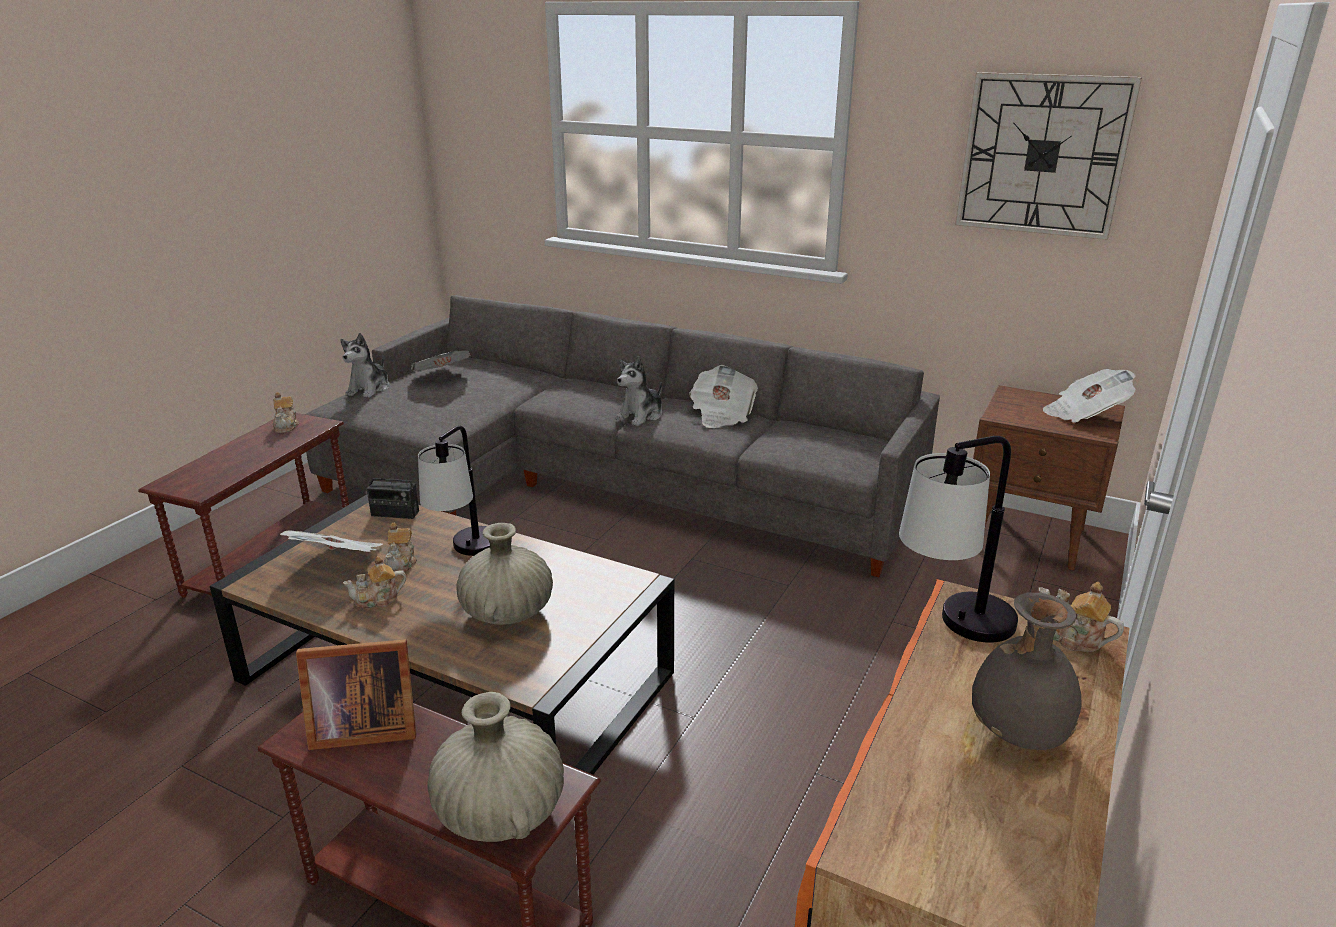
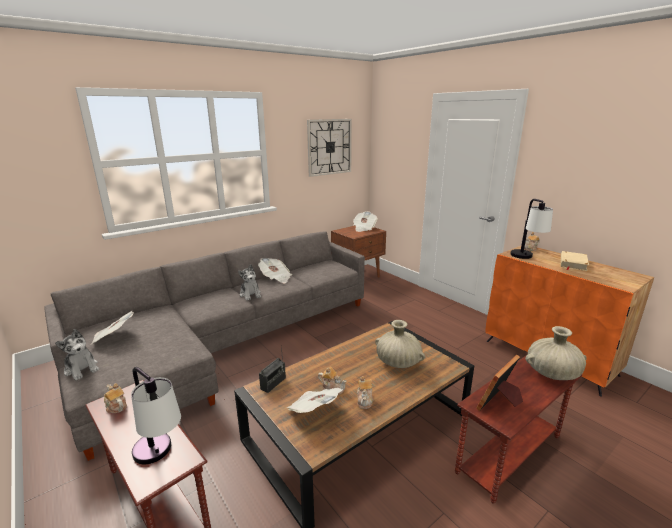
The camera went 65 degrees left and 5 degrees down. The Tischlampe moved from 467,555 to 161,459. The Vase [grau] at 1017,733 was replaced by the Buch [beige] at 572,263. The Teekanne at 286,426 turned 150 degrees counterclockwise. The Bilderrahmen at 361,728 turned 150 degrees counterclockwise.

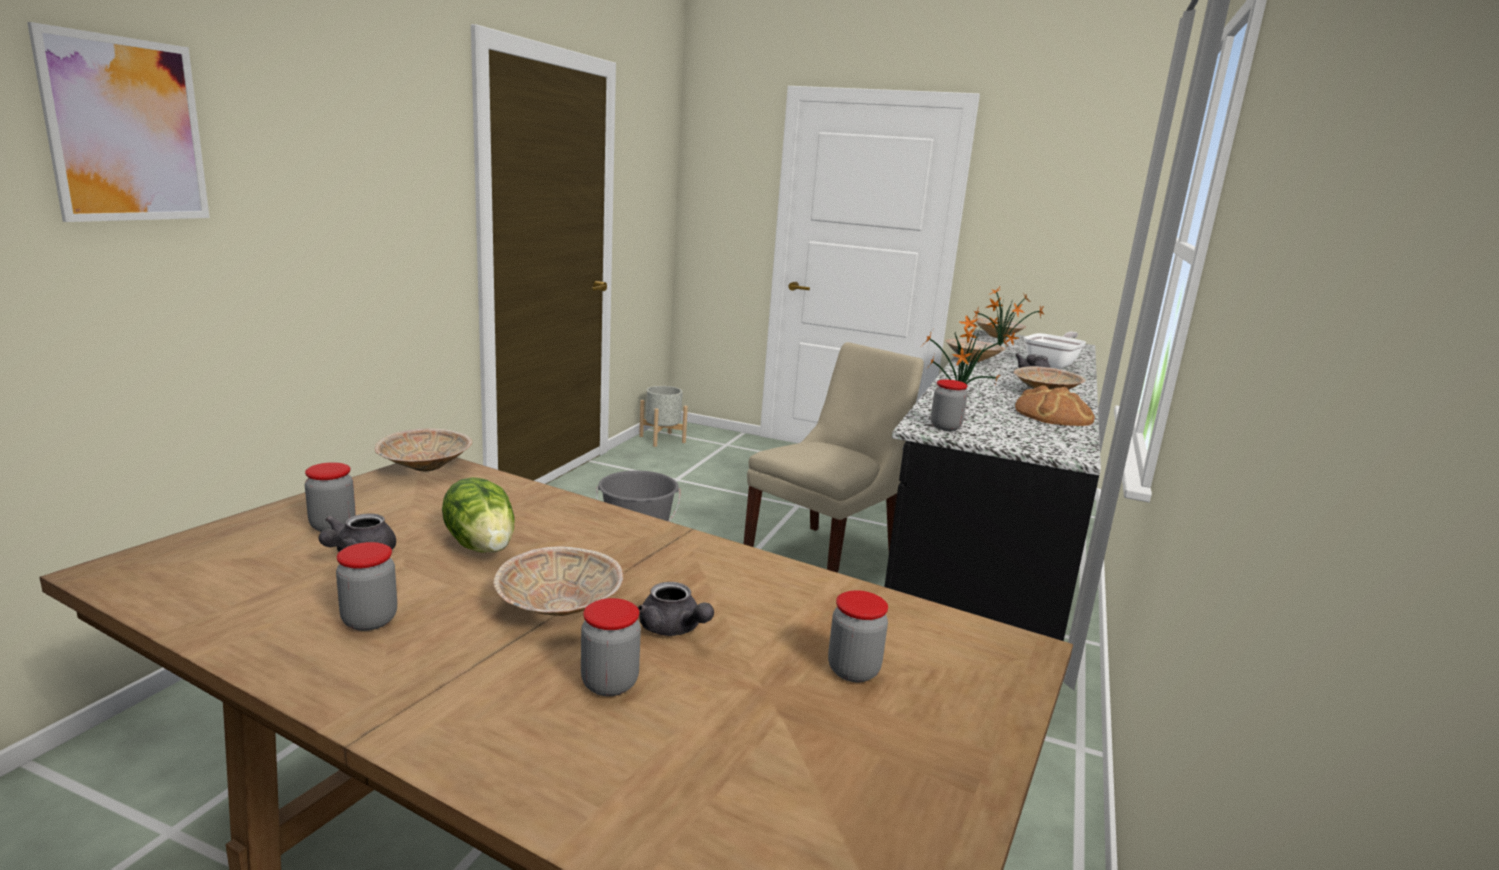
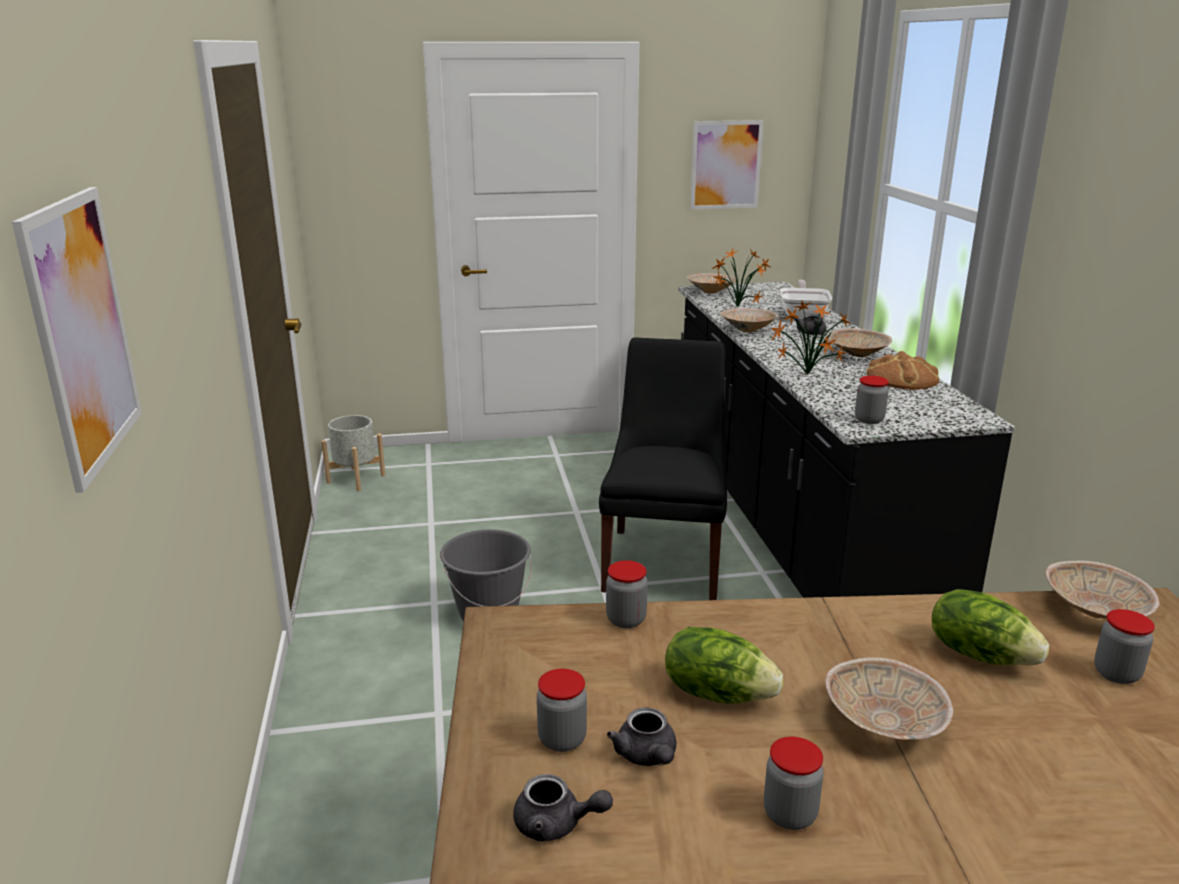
The camera went 30 degrees left and 5 degrees up. The Bild at 726,165 appeared. The Salatkopf at 980,654 appeared. The Schüssel [beige] moved from 424,468 to 1096,613. The Vorratsglas moved from 609,683 to 626,620. The Teekanne [grau] moved from 673,629 to 556,825. The Stuhl [beige] at 824,559 became the Stuhl [schwarz] at 664,561.

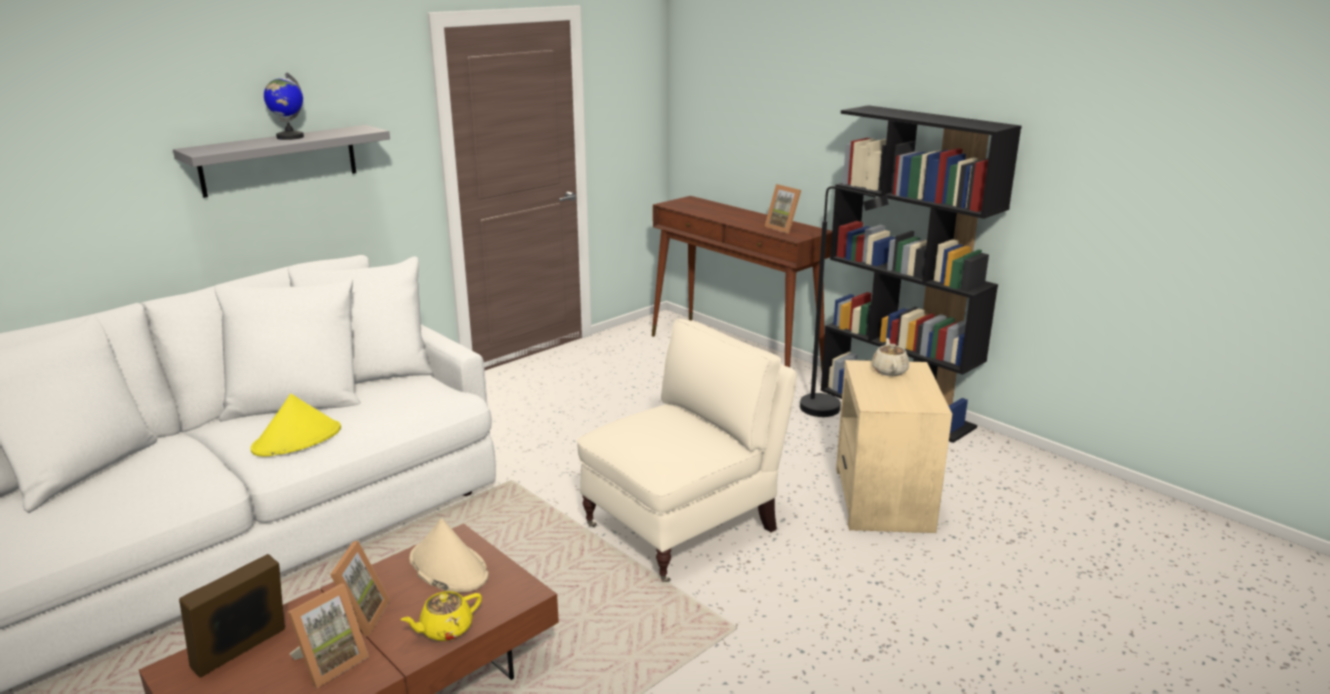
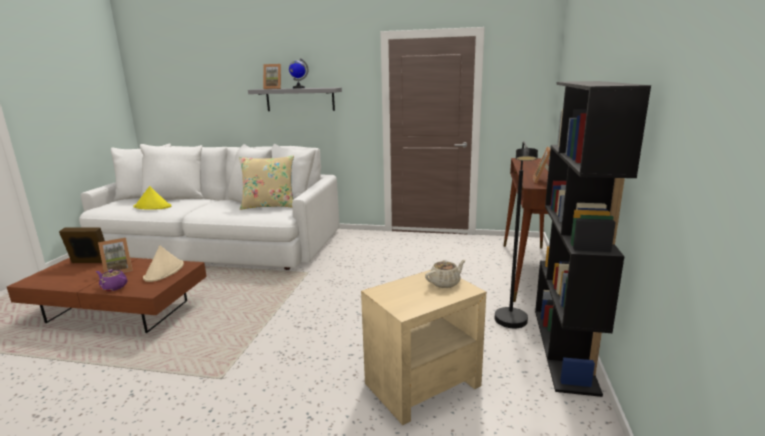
The camera went 55 degrees right and 5 degrees down. The Sessel [beige] at 685,527 disappeared. The Kissen [beige] at 269,206 appeared. The Hut [gelb] moved from 297,439 to 153,207. The Bilderrahmen moved from 330,662 to 274,88. The Teekanne [gelb] at 445,629 became the Teekanne [lila] at 114,287.

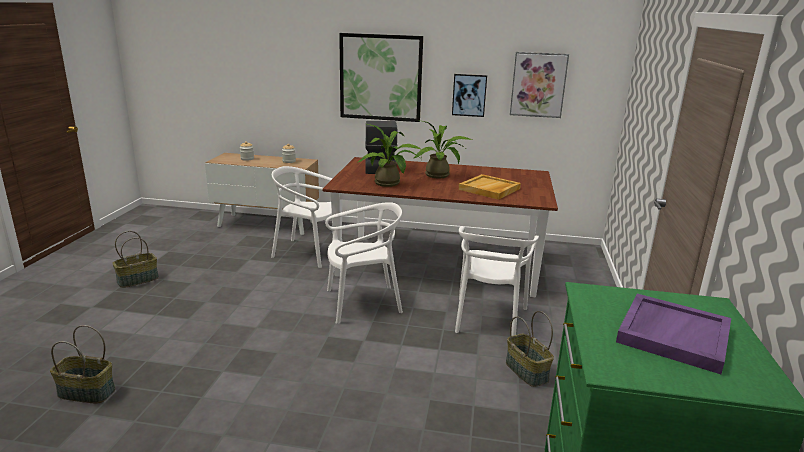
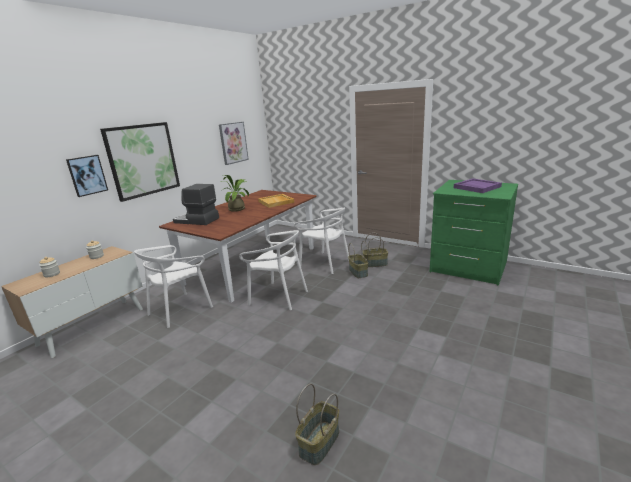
The camera went 65 degrees left and 0 degrees up. The Topfpflanze at 389,184 disappeared. The Korb moved from 138,279 to 358,272. The Bild moved from 469,95 to 87,175. The Stuhl [weiß] at 362,303 turned 105 degrees clockwise.

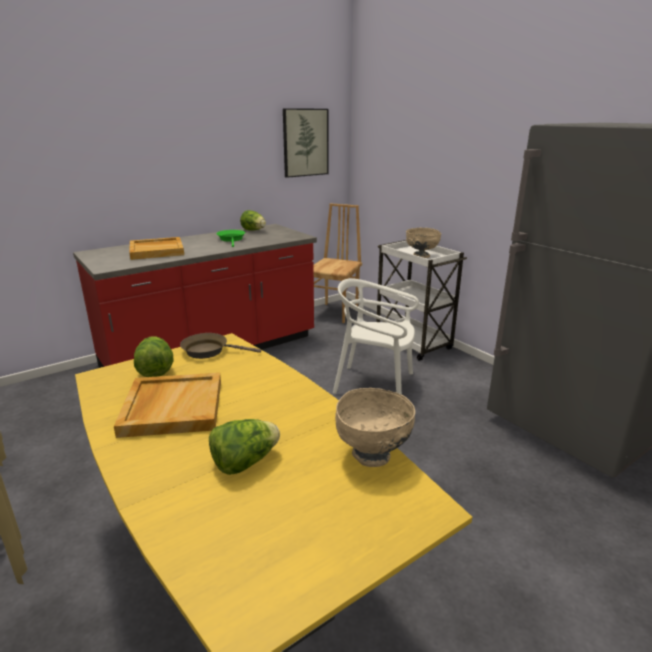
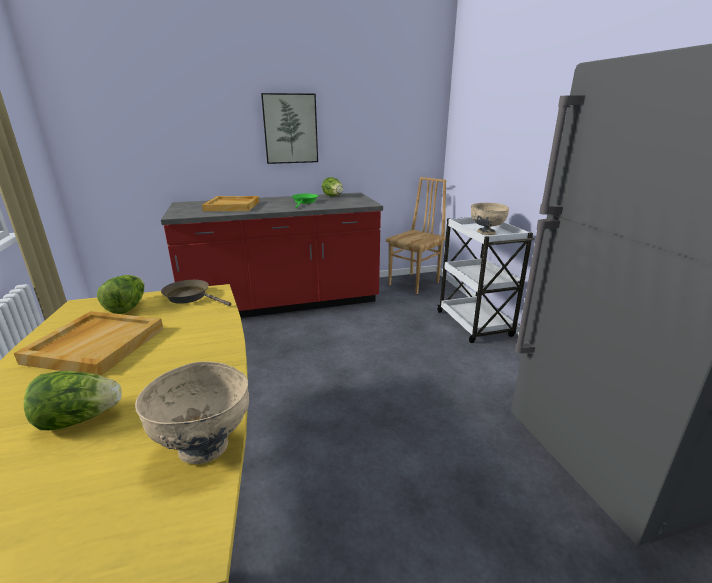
The camera went 20 degrees right and 0 degrees up. The Stuhl [weiß] at 375,385 disappeared. The Bild moved from 305,142 to 290,129.

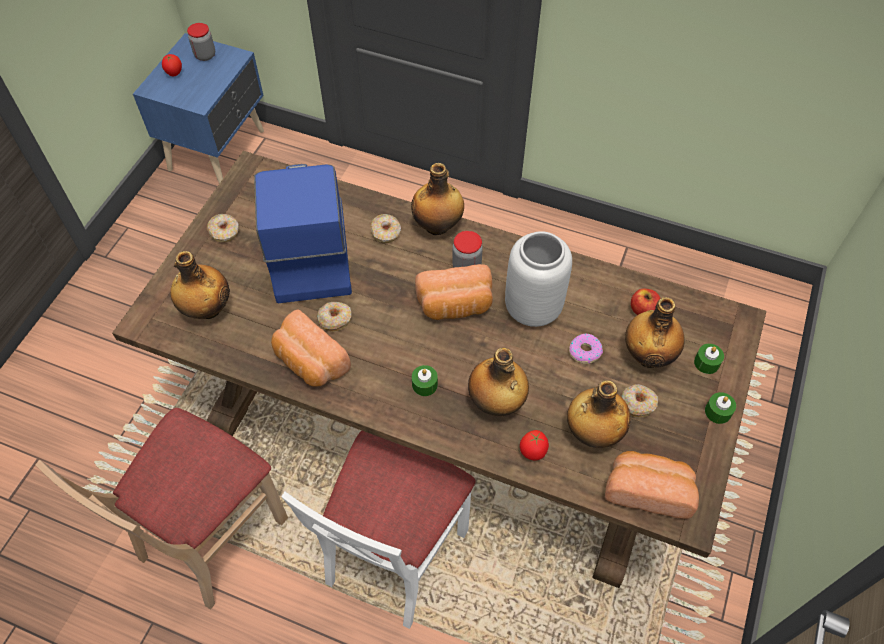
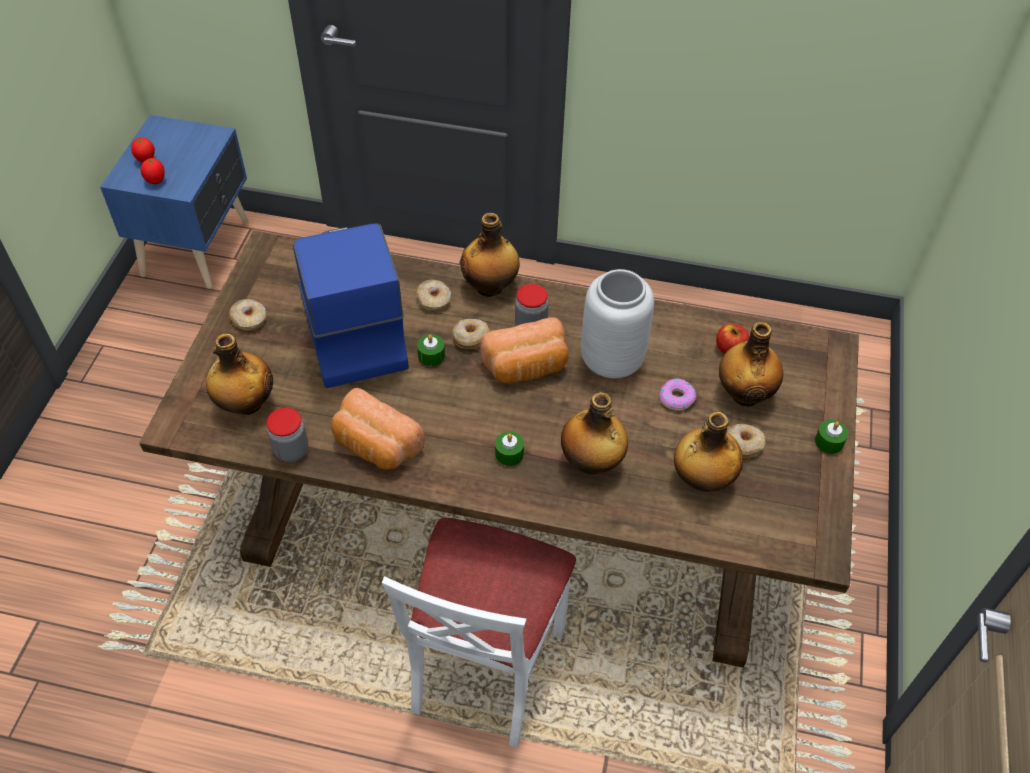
The camera went 10 degrees left and 5 degrees down. The Stuhl [beige] at 211,535 disappeared. The Brot at 648,490 disappeared. The Vorratsglas moved from 205,55 to 291,451. The Donut moved from 335,319 to 470,337. The Tomate moved from 533,452 to 156,181. The Kerze [grün] moved from 706,363 to 431,356.

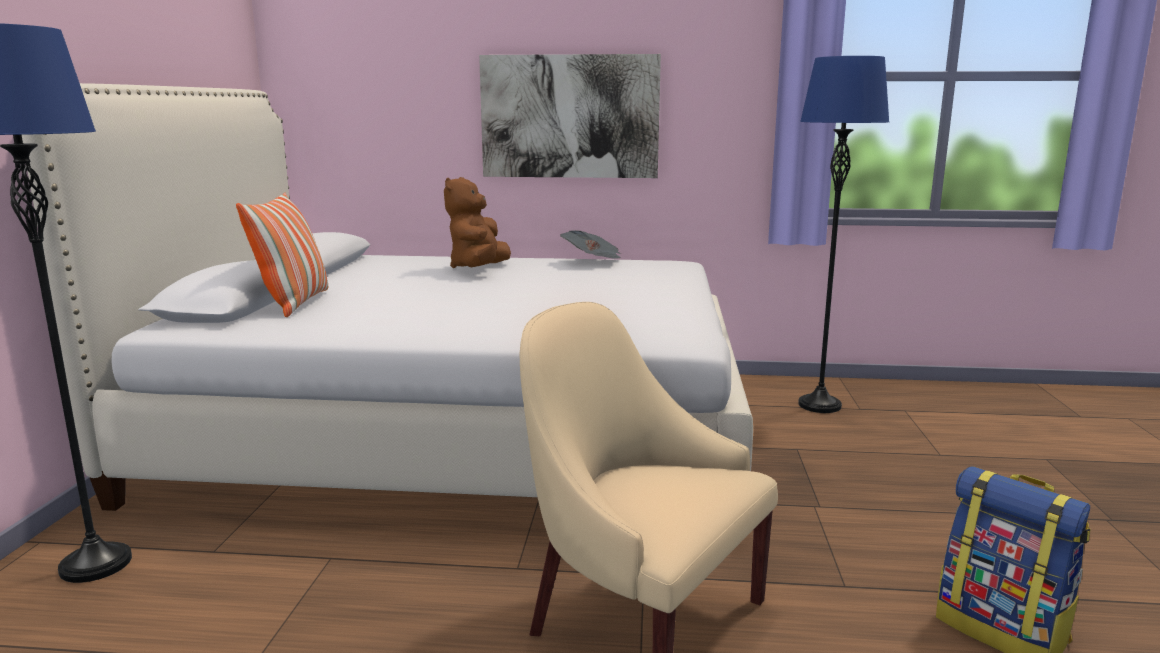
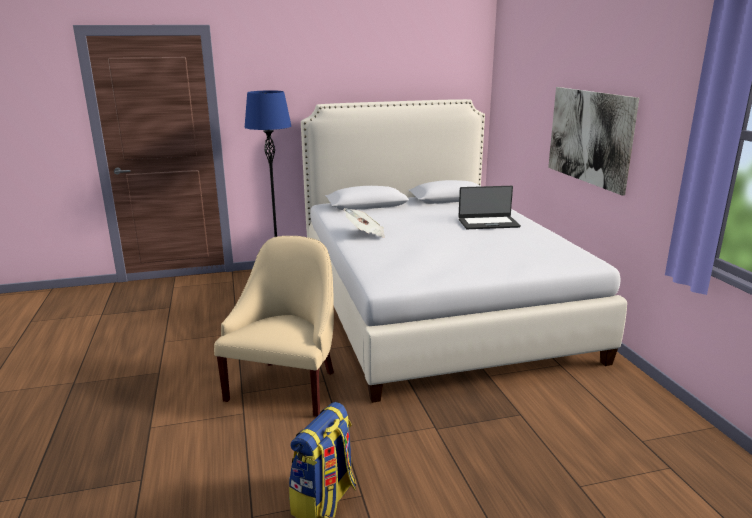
The camera went 70 degrees right and 5 degrees up. The Kissen at 294,303 disappeared. The Stehlampe [blau] at 819,405 disappeared. The Zeitung moved from 593,262 to 365,234. The Plüschtier [braun] at 479,269 was replaced by the Laptop at 488,223.

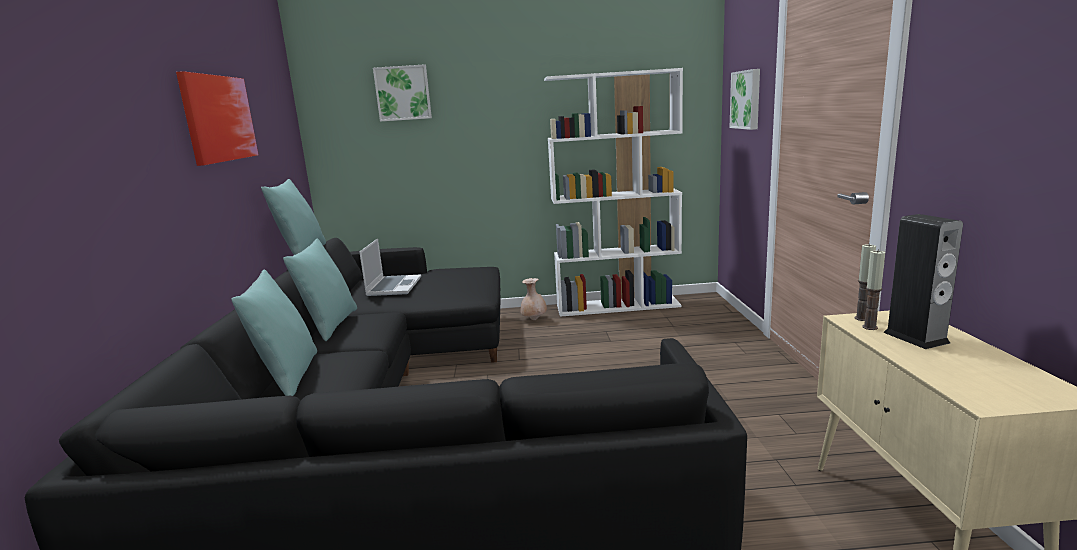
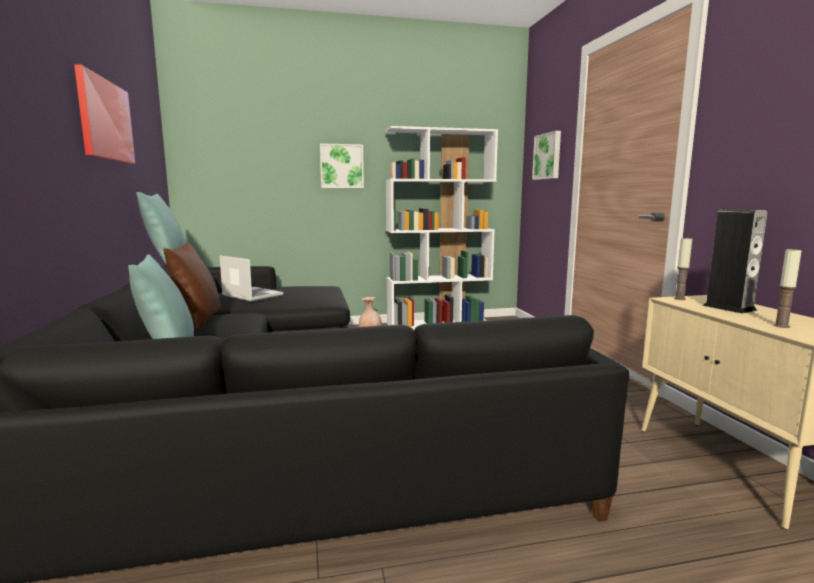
The camera went 10 degrees left and 5 degrees down. The Bild moved from 403,93 to 341,166. The Kerze moved from 869,327 to 781,326. The Kissen [türkis] at 329,325 became the Kissen [braun] at 198,320. The Laptop at 393,286 turned 45 degrees counterclockwise.

